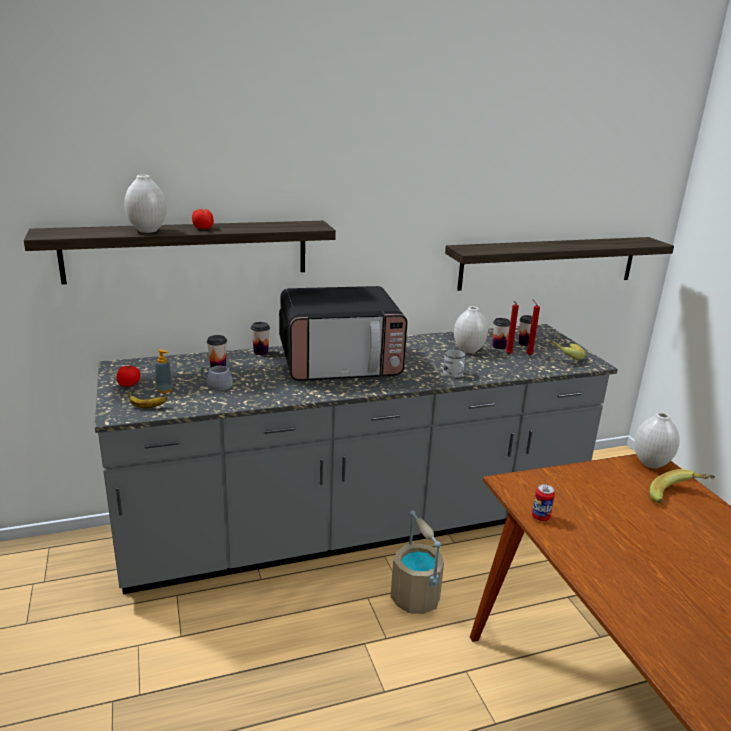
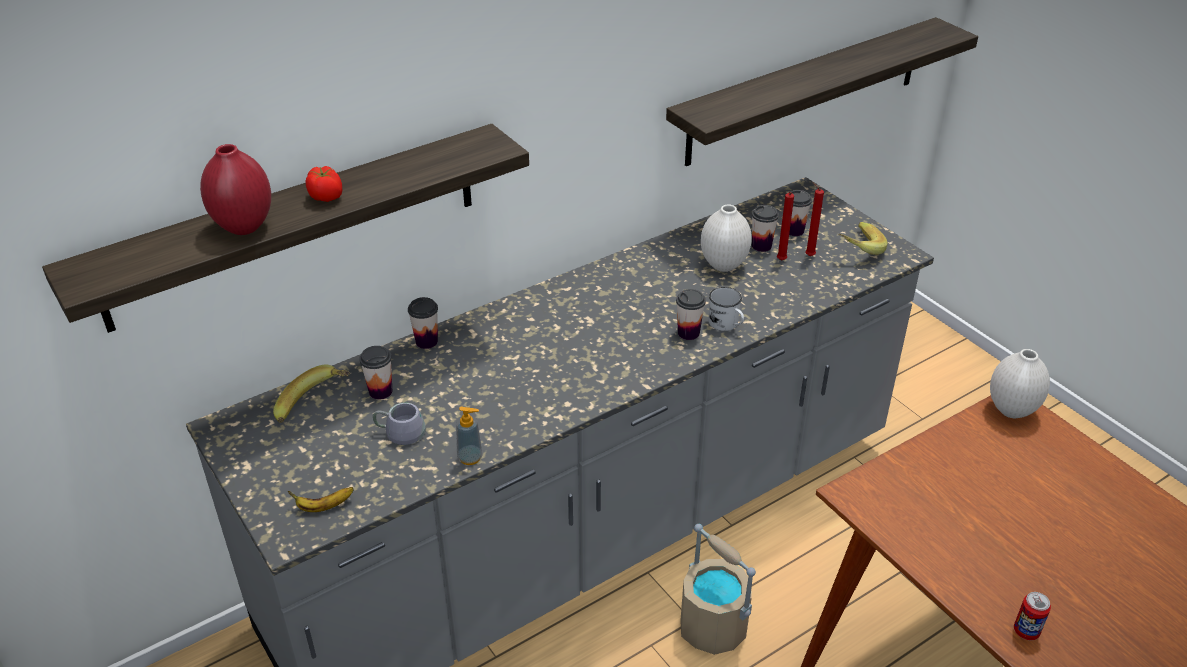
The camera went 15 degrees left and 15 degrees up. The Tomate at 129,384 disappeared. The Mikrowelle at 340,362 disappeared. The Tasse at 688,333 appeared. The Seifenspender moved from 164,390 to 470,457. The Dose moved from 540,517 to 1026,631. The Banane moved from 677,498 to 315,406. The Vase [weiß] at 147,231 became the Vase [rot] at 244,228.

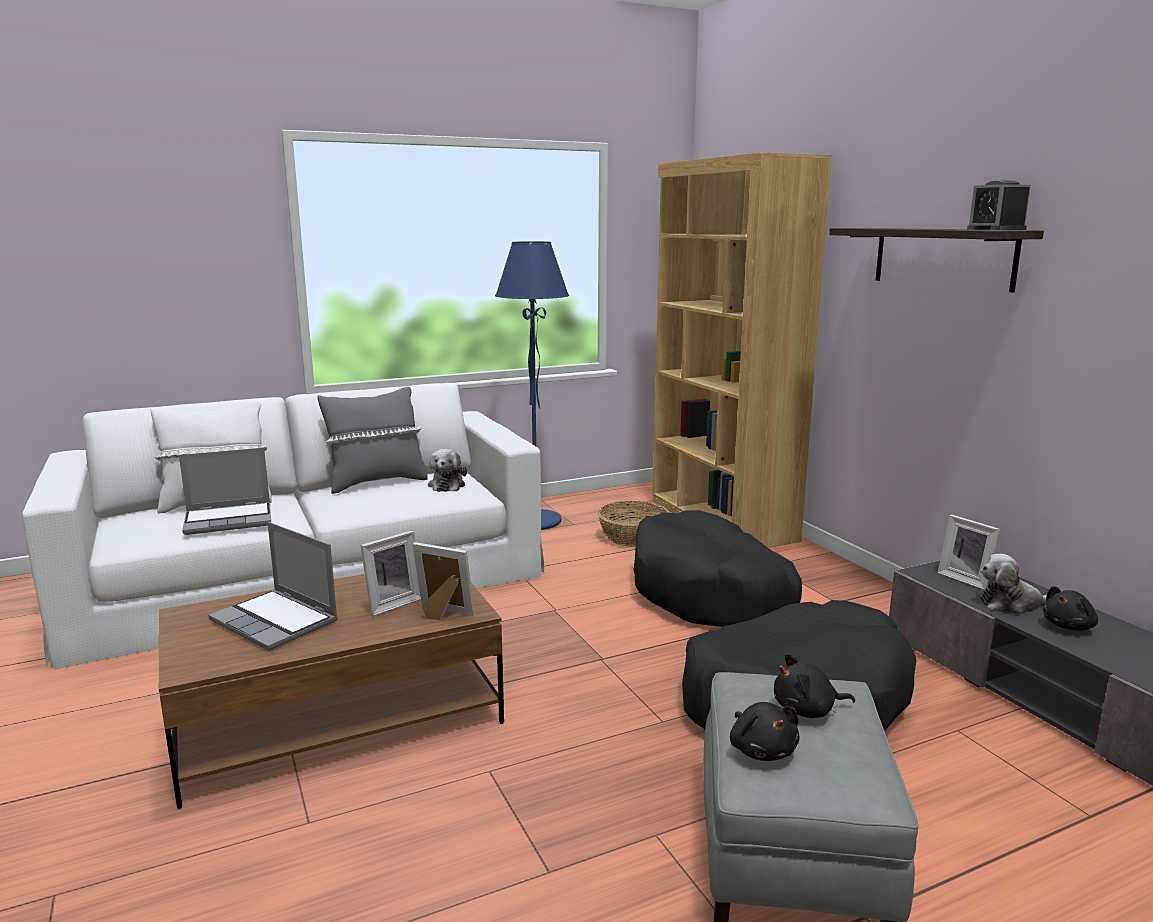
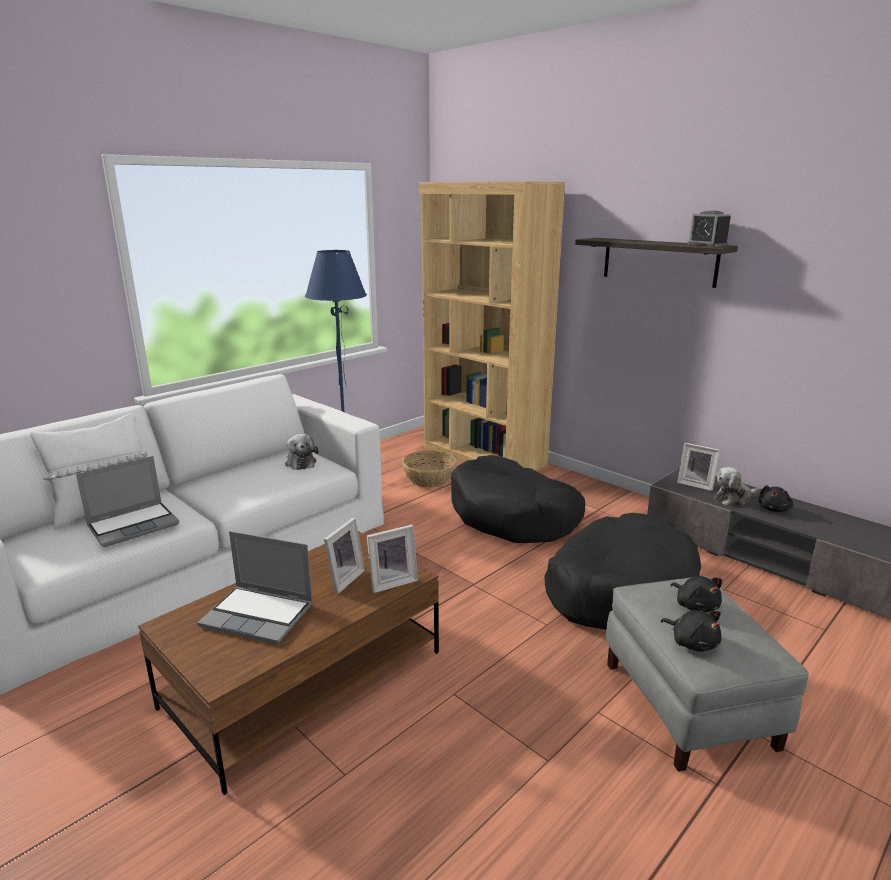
The camera went 20 degrees left and 5 degrees up. The Kissen [grau] at 376,482 disappeared. The Bilderrahmen at 442,615 turned 150 degrees clockwise. The Plüschtier [schwarz] at 807,710 turned 90 degrees counterclockwise.

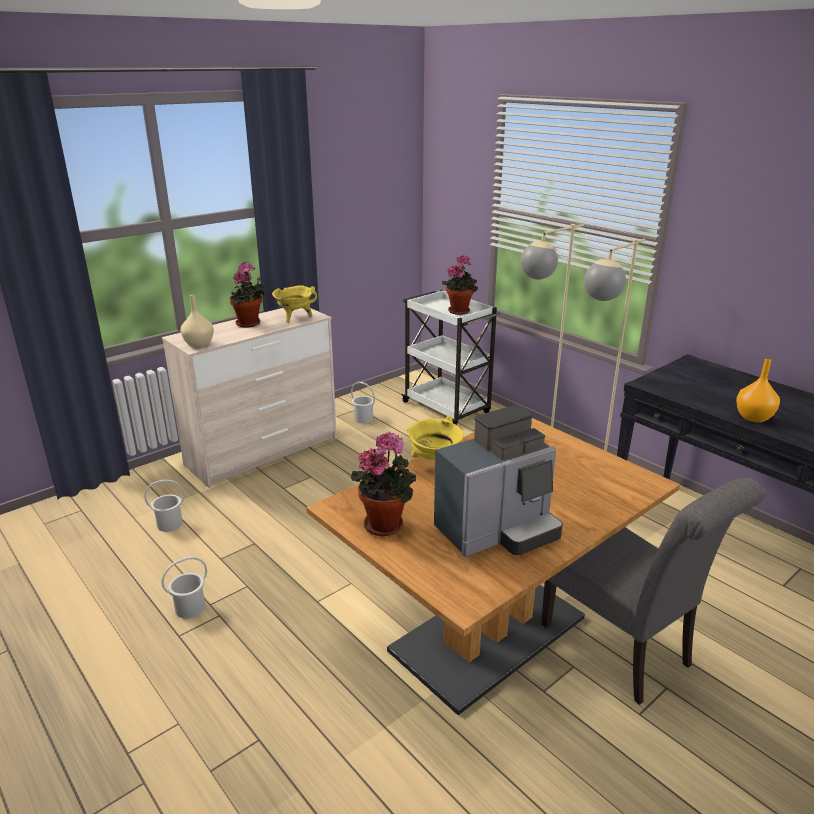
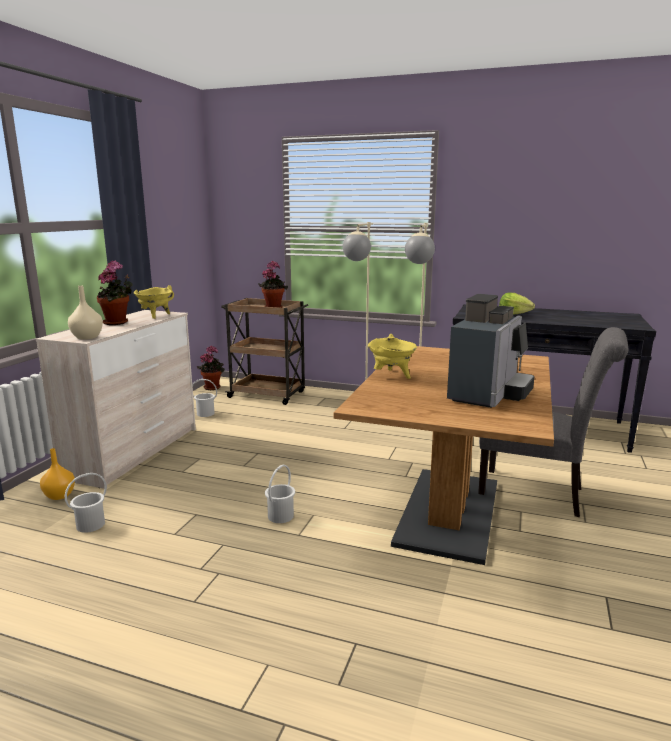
The camera went 30 degrees left and 10 degrees down. The Salatkopf at 514,314 appeared. The Eimer [weiß] moved from 190,608 to 280,516. The Topfpflanze moved from 386,524 to 213,387. The Vase [orange] moved from 754,418 to 59,496. The Rollwagen [weiß] at 447,408 became the Rollwagen [braun] at 268,395.

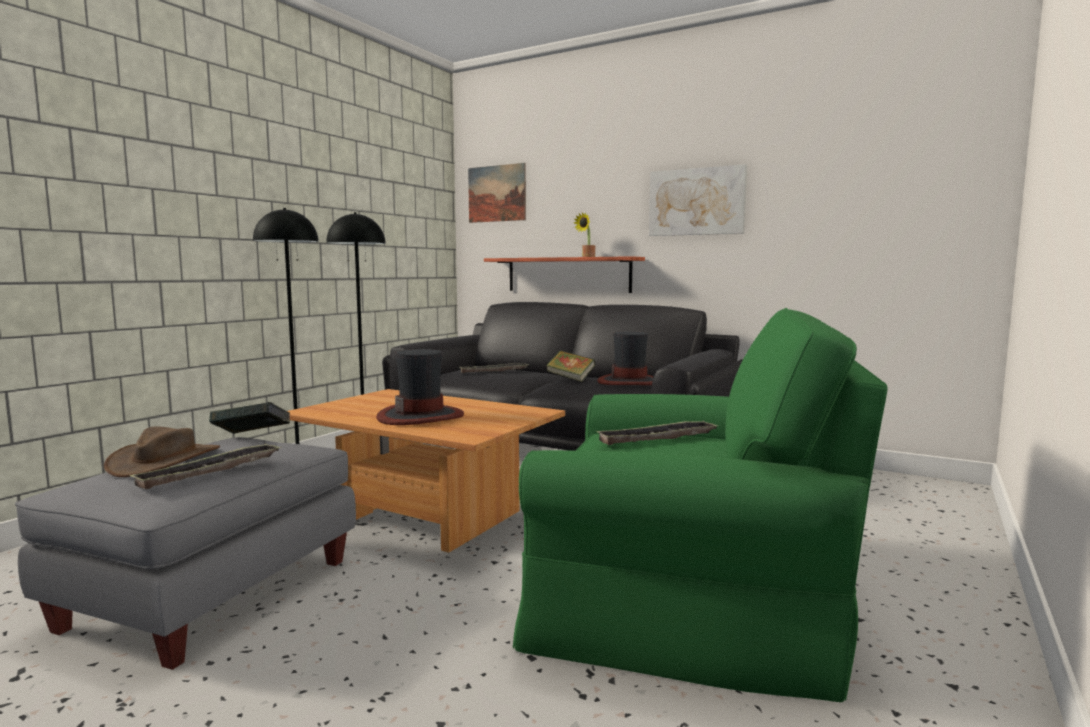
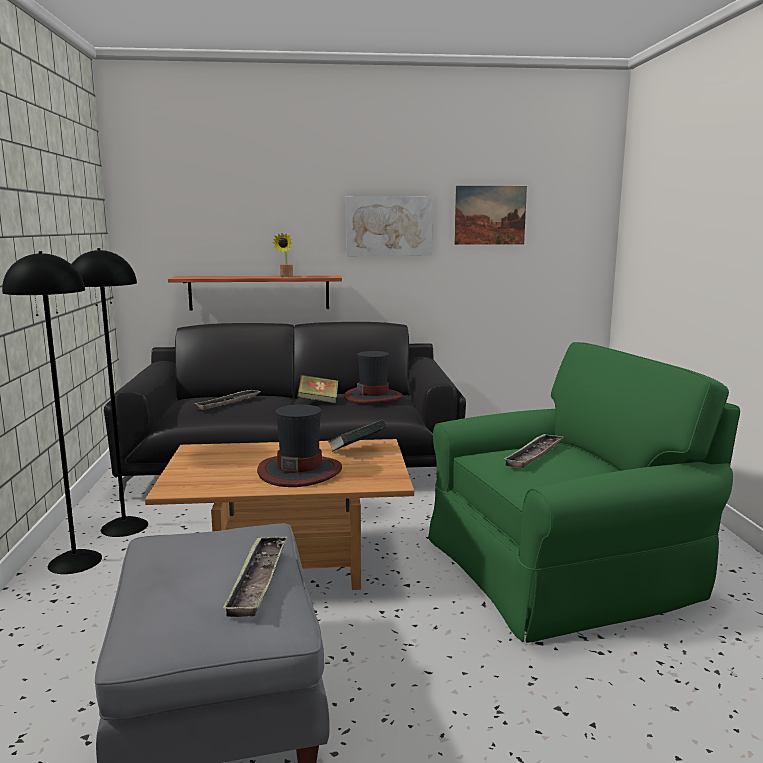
The camera went 35 degrees left and 5 degrees up. The Hut [braun] at 165,460 disappeared. The Buch moved from 252,437 to 357,451. The Bild moved from 496,193 to 490,215.

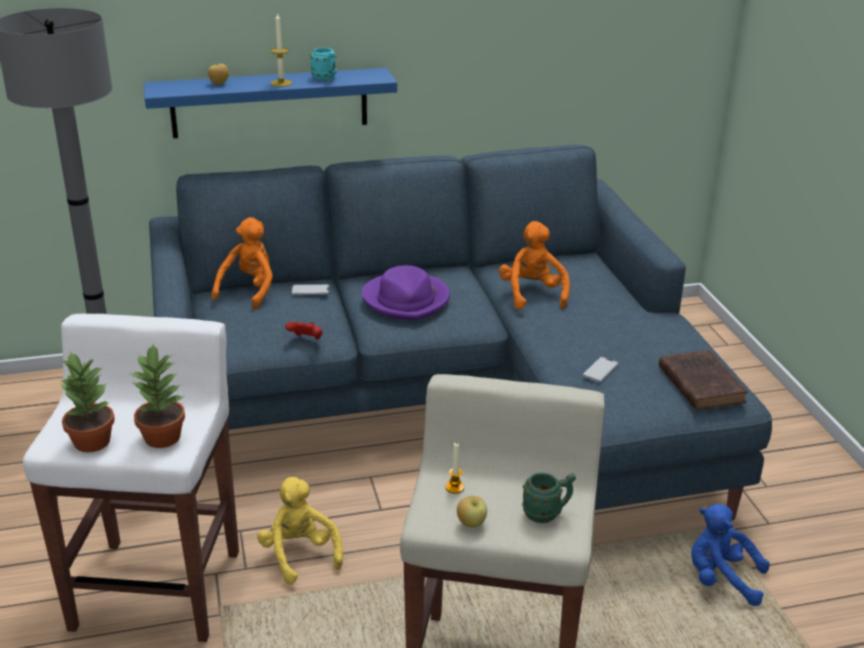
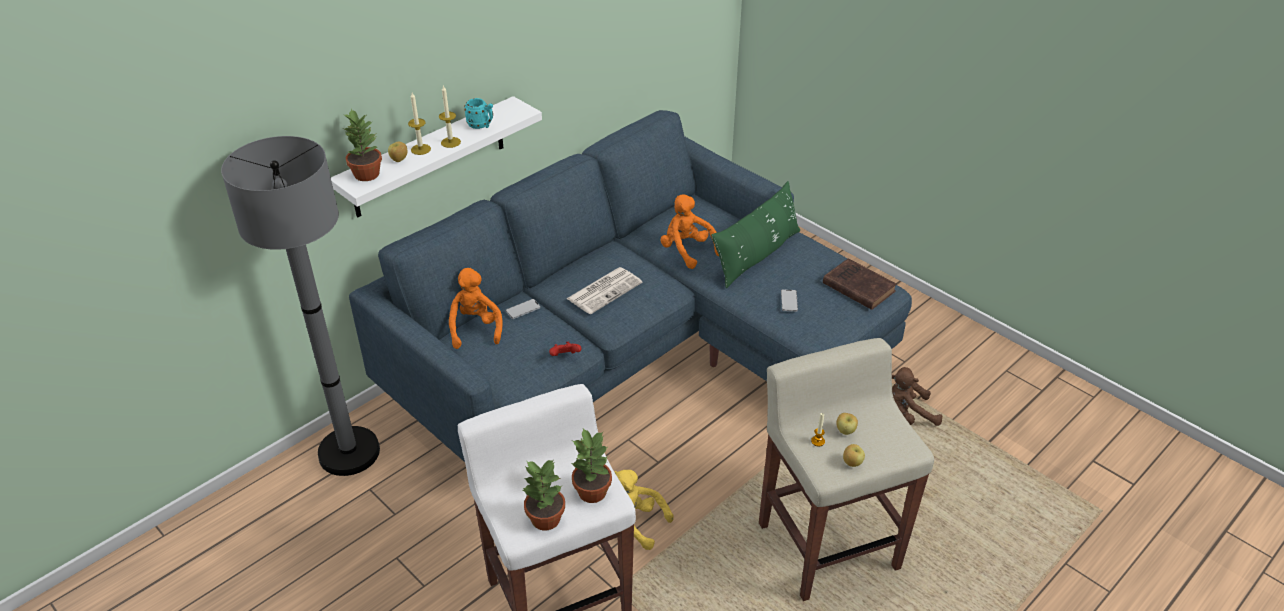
The camera went 30 degrees left and 10 degrees up. The Henkelbecher [grün] at 547,513 disappeared. The Topfpflanze at 366,174 appeared. The Kerze at 420,149 appeared. The Kissen [grün] at 757,255 appeared. The Apfel at 845,431 appeared. The Hut [lila] at 406,300 was replaced by the Zeitung at 604,290. The Wandregal [blau] at 270,103 became the Wandregal [weiß] at 429,158. The Plüschtier [blau] at 721,579 became the Plüschtier [braun] at 906,415.

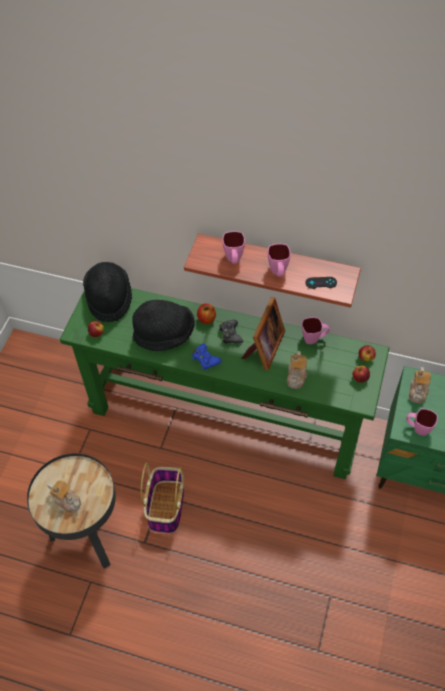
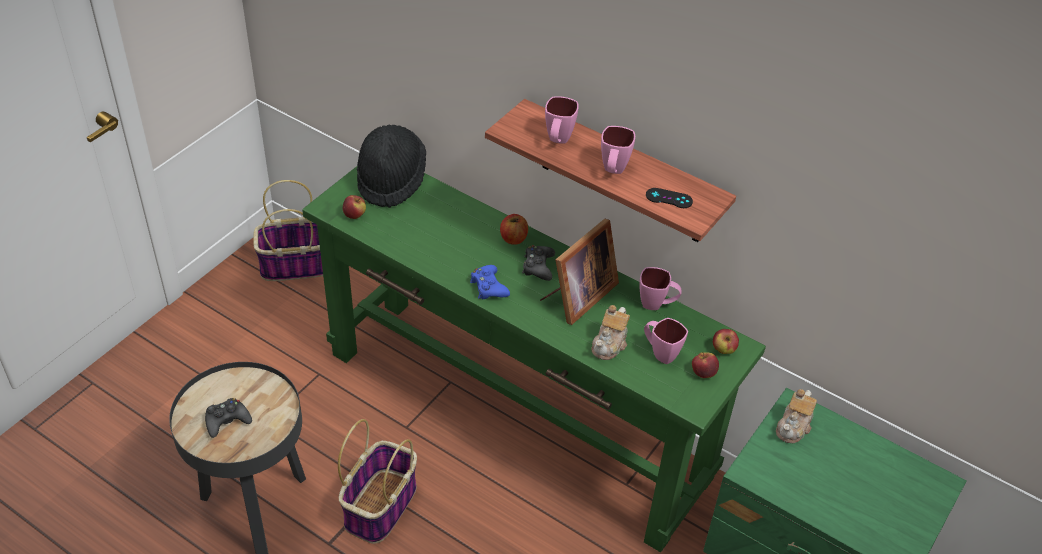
The camera went 15 degrees right and 10 degrees down. The Hut [schwarz] at 164,334 disappeared. The Korb at 296,265 appeared. The Henkelbecher [rosa] moved from 417,428 to 660,353. The Teekanne at 67,500 was replaced by the Gamepad [schwarz] at 227,421.

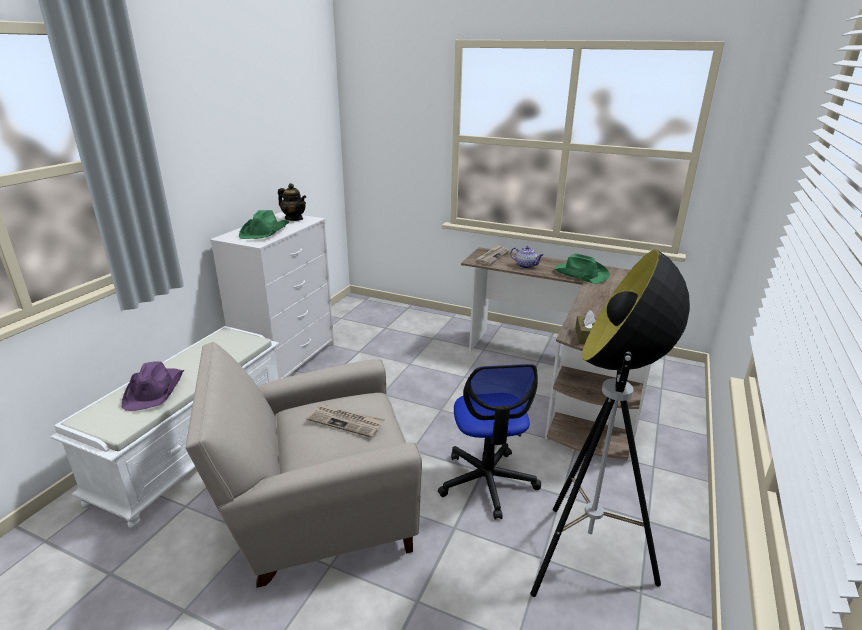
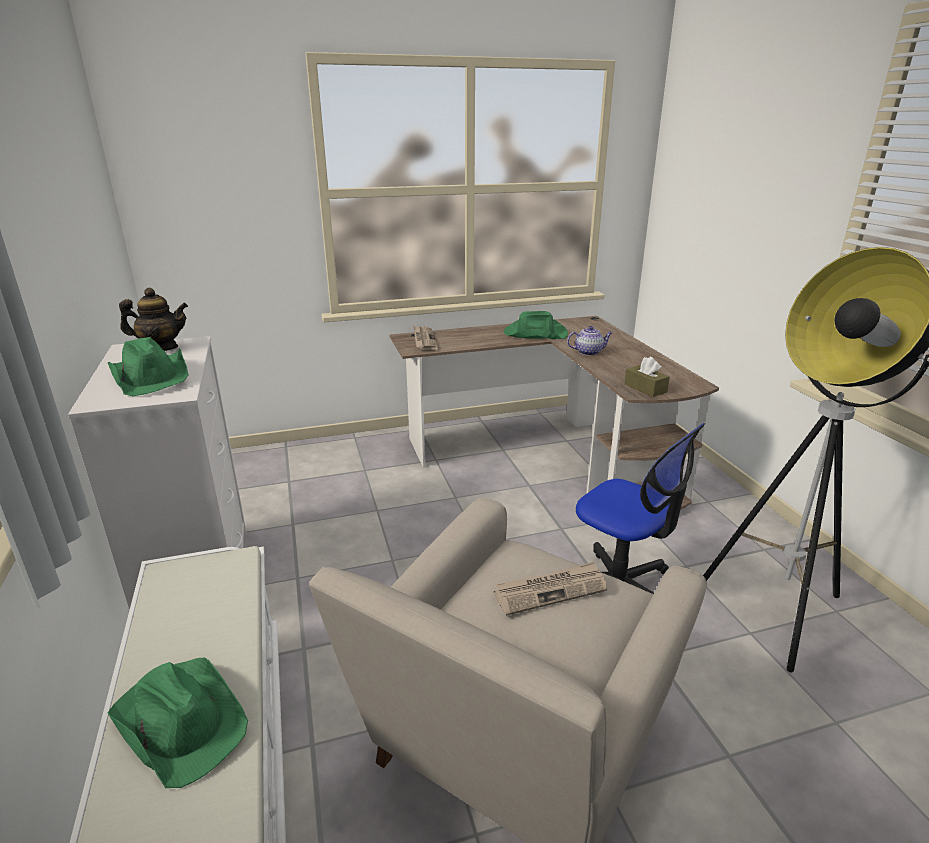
The camera went 40 degrees left and 0 degrees up. The Teekanne moved from 526,266 to 589,352. The Hut [lila] at 155,389 became the Hut [grün] at 181,720.

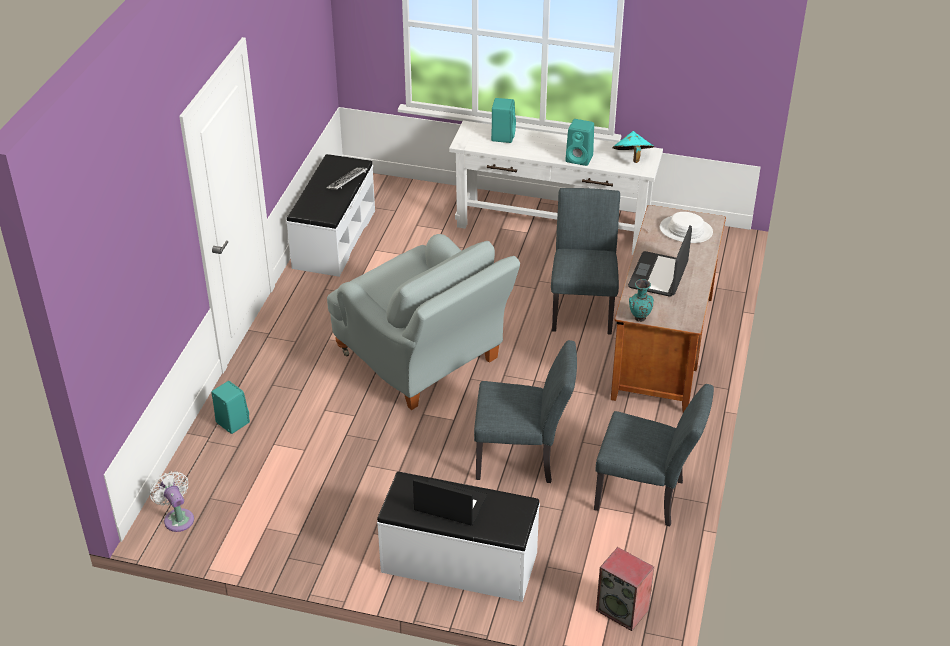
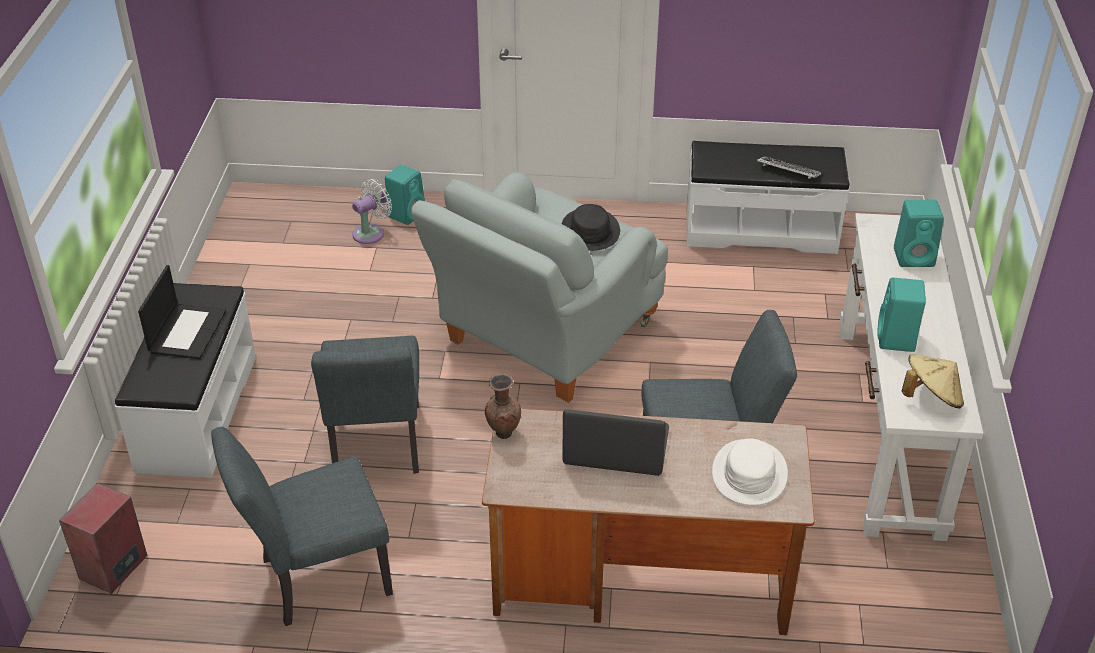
The camera went 80 degrees right and 0 degrees up. The Hut [schwarz] at 590,231 appeared. The Ventilator [weiß] moved from 177,518 to 371,233. The Hut [türkis] at 632,158 became the Hut [beige] at 931,397. The Vase [türkis] at 639,319 became the Vase [braun] at 502,433. The Stuhl [grau] at 647,497 turned 60 degrees clockwise.

